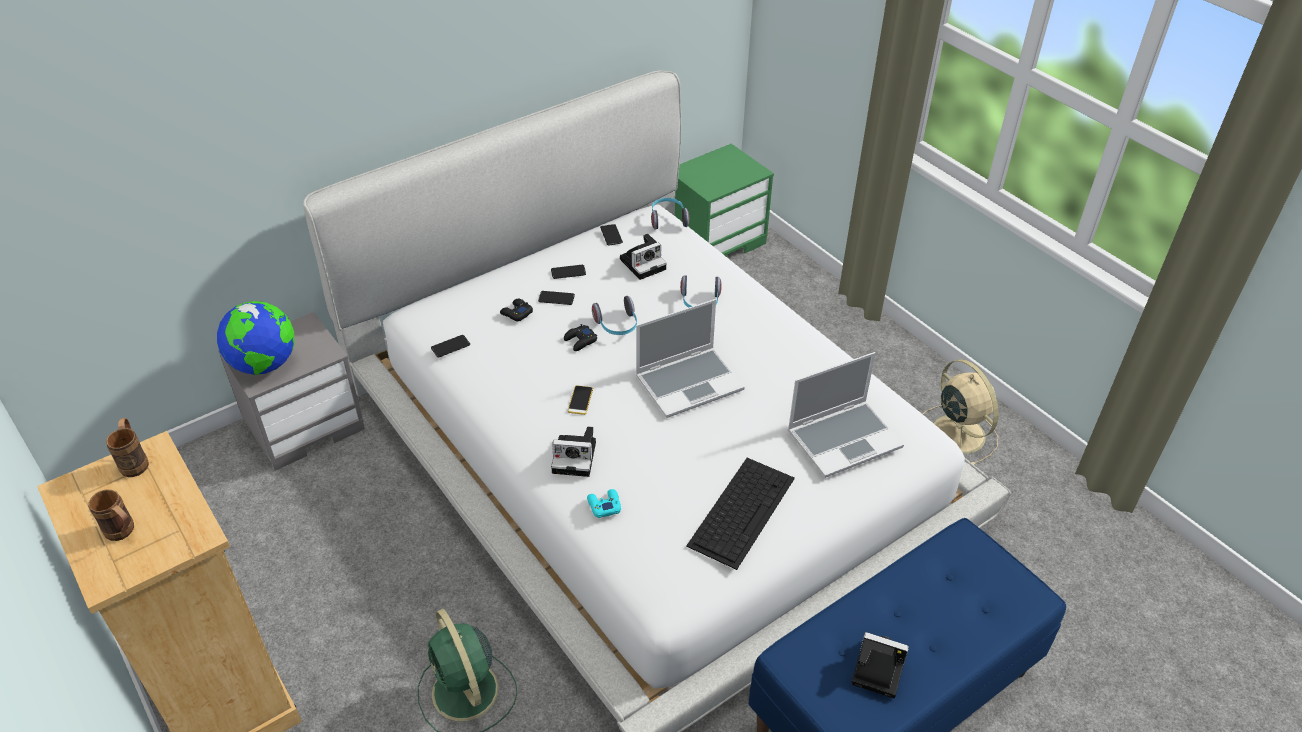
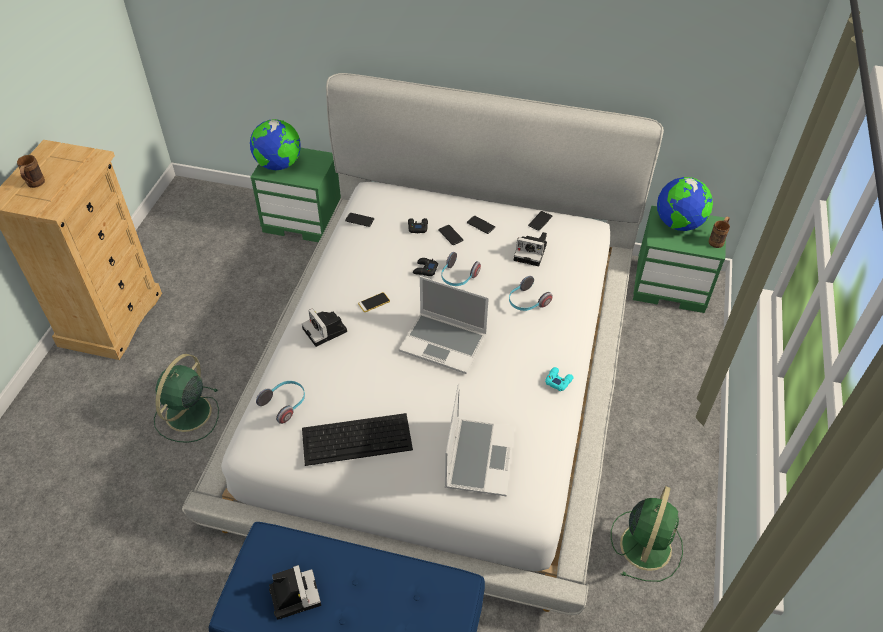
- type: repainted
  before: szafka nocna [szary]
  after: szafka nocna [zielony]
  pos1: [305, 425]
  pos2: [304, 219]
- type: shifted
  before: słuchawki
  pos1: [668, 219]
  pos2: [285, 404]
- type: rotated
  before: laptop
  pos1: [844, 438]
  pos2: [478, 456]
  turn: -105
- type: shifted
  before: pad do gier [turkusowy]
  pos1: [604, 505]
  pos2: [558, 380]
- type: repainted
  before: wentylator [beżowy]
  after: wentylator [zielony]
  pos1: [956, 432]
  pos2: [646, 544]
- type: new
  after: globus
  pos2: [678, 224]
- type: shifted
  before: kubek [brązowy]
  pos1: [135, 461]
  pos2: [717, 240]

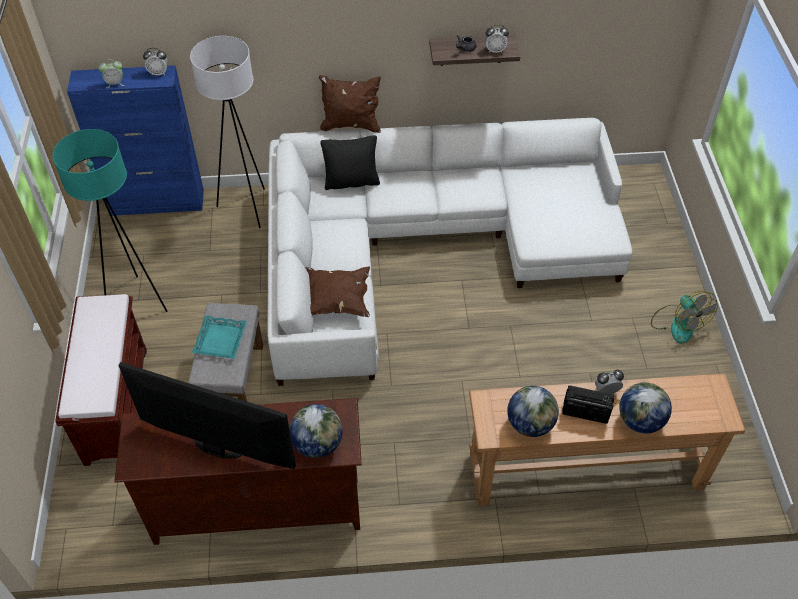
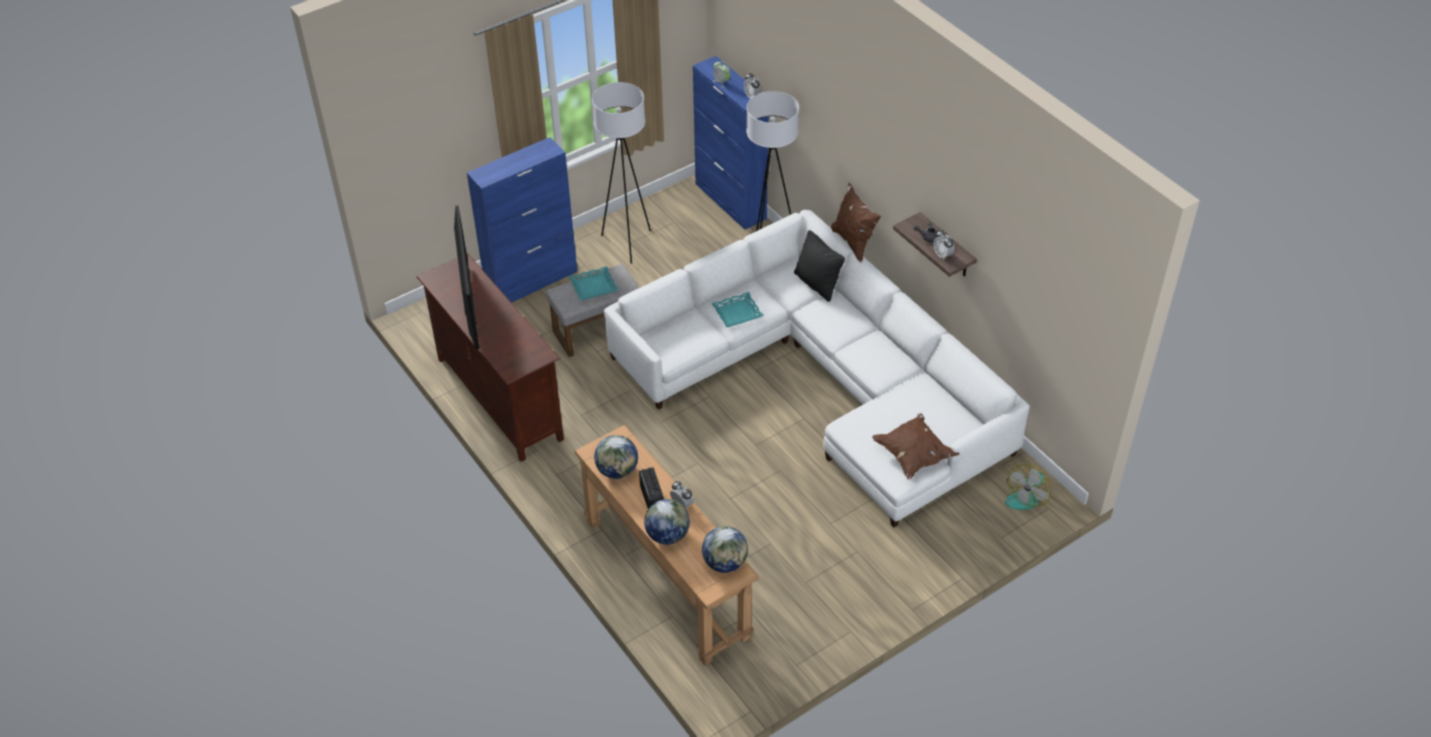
- type: swapped
  before: ławka [brązowy]
  after: szafka [niebieski]
  pos1: [116, 404]
  pos2: [532, 281]
- type: repainted
  before: lampa stojąca [turkusowy]
  after: lampa stojąca [biały]
  pos1: [137, 301]
  pos2: [627, 243]
- type: shifted
  before: globus
  pos1: [317, 444]
  pos2: [725, 563]
- type: new
  after: taca [turkusowy]
  pos2: [737, 313]
- type: shifted
  before: poduszka [brązowy]
  pos1: [336, 301]
  pos2: [913, 455]
- type: shifted
  before: wentylator
  pos1: [678, 323]
  pos2: [1026, 496]

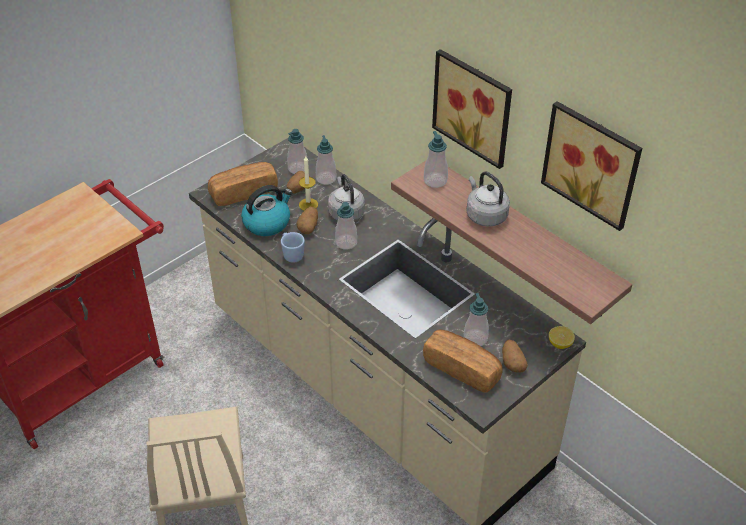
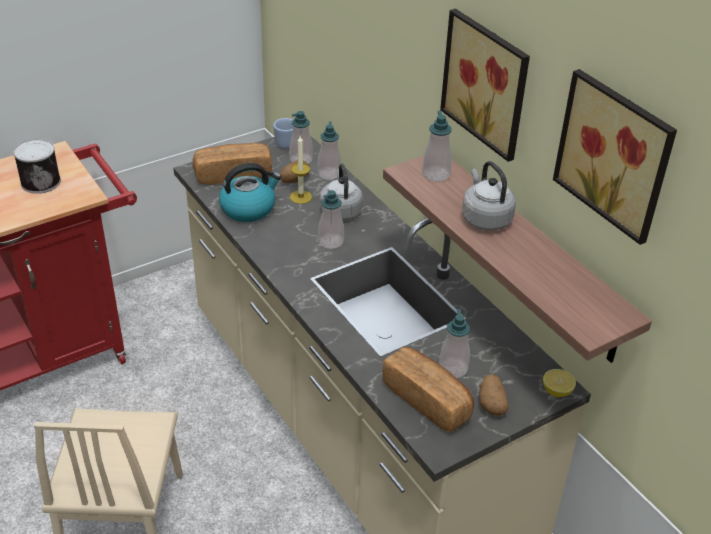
- type: new
  after: puszka
  pos2: [41, 181]
- type: shifted
  before: kubek [niebieski]
  pos1: [291, 254]
  pos2: [284, 142]
- type: gone
  before: ziemniak
  pos1: [308, 227]

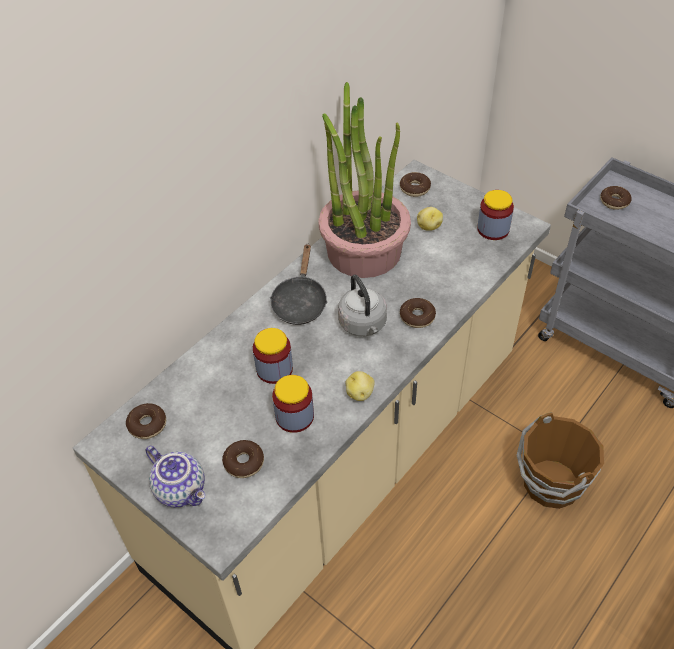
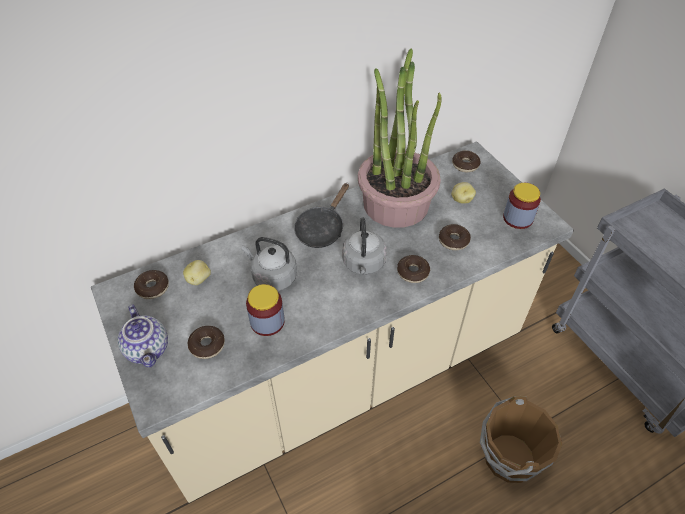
- type: shifted
  before: ziemniak
  pos1: [360, 393]
  pos2: [199, 279]
- type: swapped
  before: słoik
  after: czajnik [szary]
  pos1: [274, 369]
  pos2: [272, 277]
- type: shifted
  before: donut
  pos1: [614, 201]
  pos2: [453, 241]

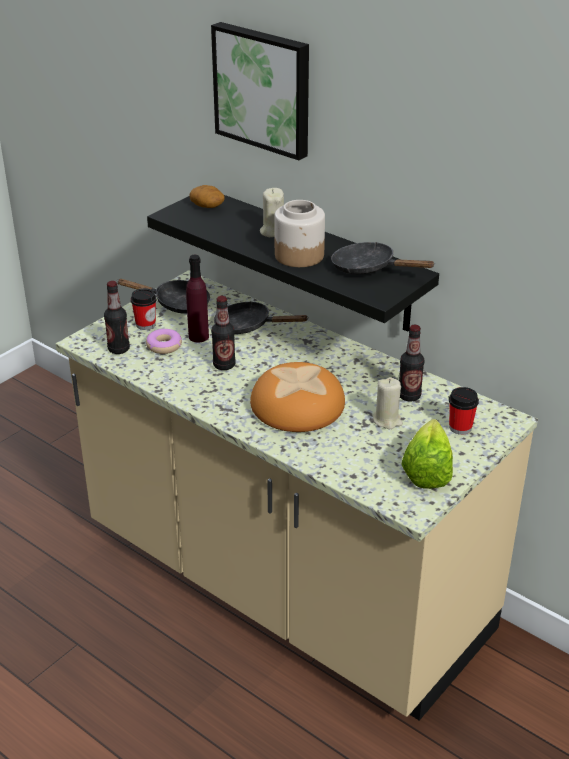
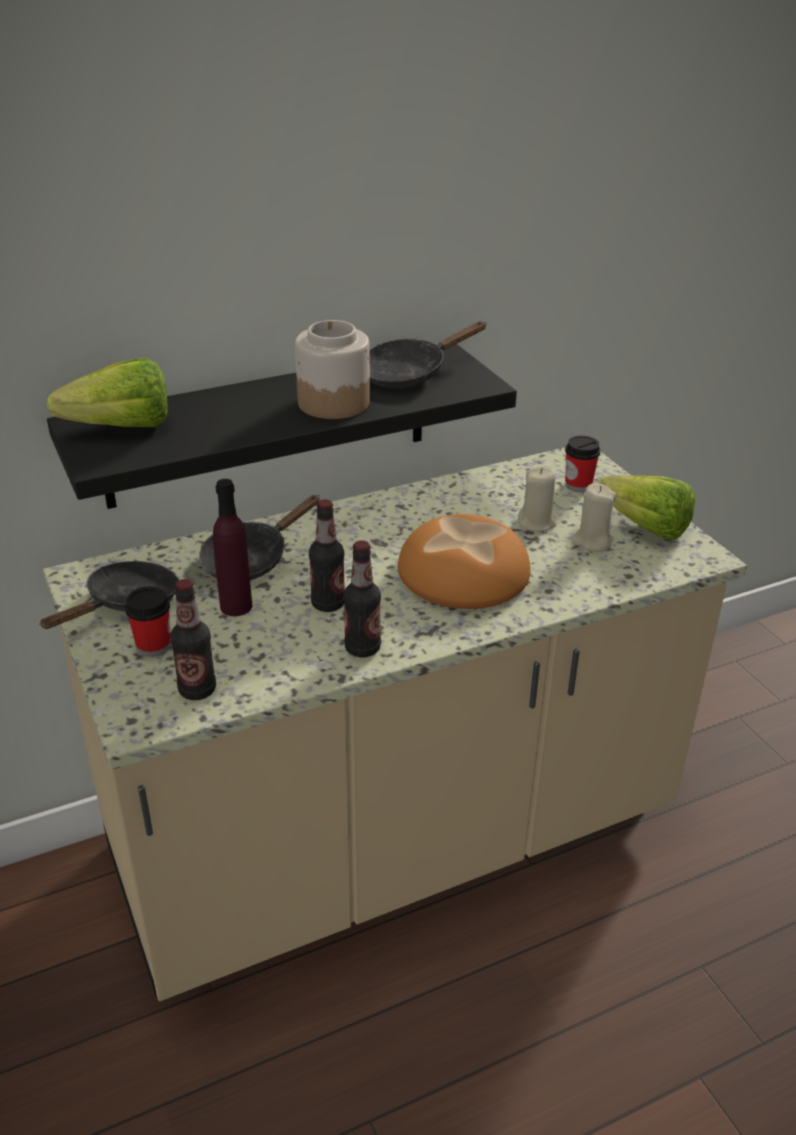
- type: swapped
  before: ziemniak
  after: sałata
  pos1: [208, 206]
  pos2: [112, 428]
- type: shifted
  before: butelka
  pos1: [409, 396]
  pos2: [362, 648]
- type: shifted
  before: świeca [beżowy]
  pos1: [273, 231]
  pos2: [592, 542]
- type: gone
  before: donut
  pos1: [164, 346]
- type: gone
  before: obraz
  pos1: [264, 89]

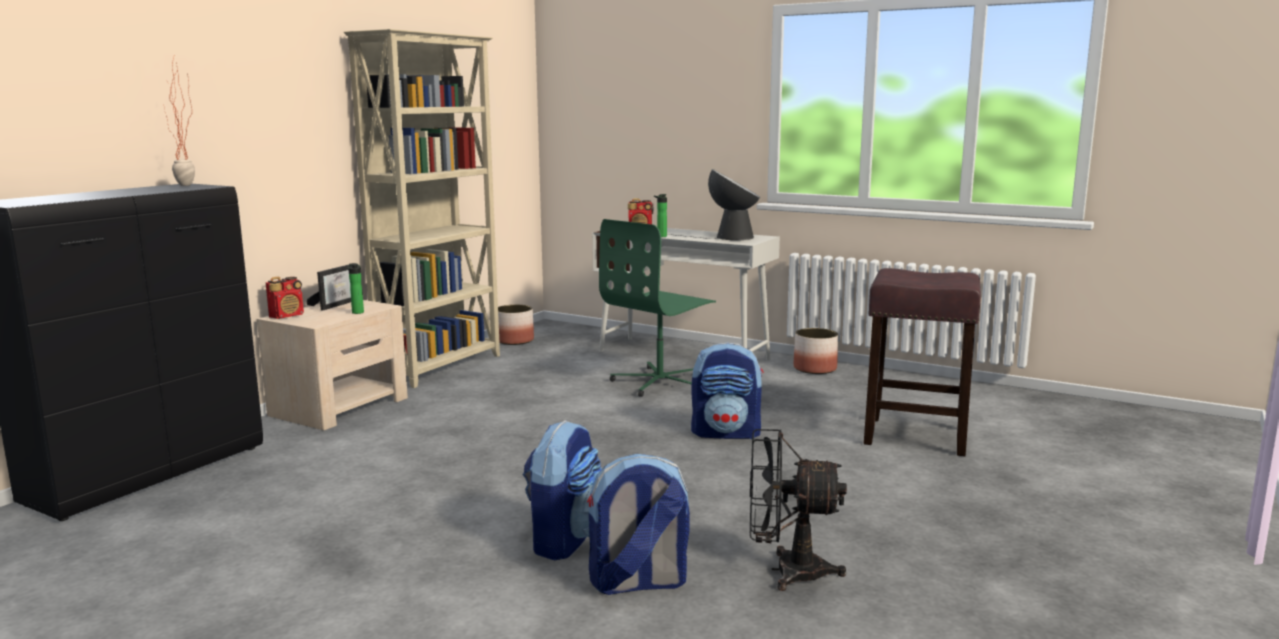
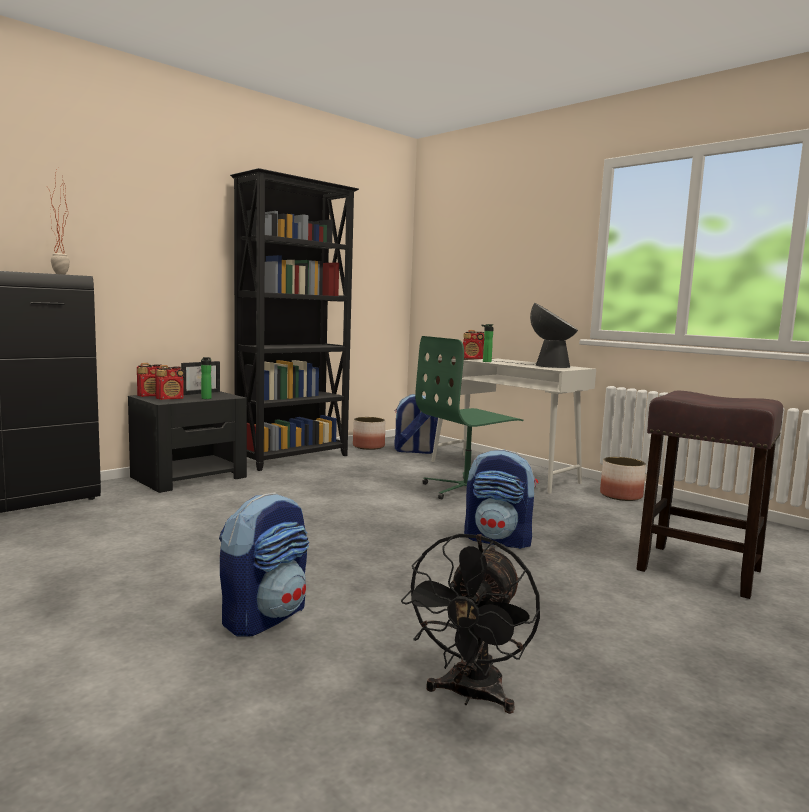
- type: repainted
  before: szafka nocna [beżowy]
  after: szafka nocna [czarny]
  pos1: [340, 406]
  pos2: [190, 477]
- type: new
  after: radio
  pos2: [170, 399]
- type: repainted
  before: regał [beżowy]
  after: regał [czarny]
  pos1: [441, 367]
  pos2: [294, 458]
- type: shifted
  before: plecak
  pos1: [638, 583]
  pos2: [414, 451]
- type: rotated
  before: wentylator [czarny]
  pos1: [786, 571]
  pos2: [470, 696]
  turn: -90

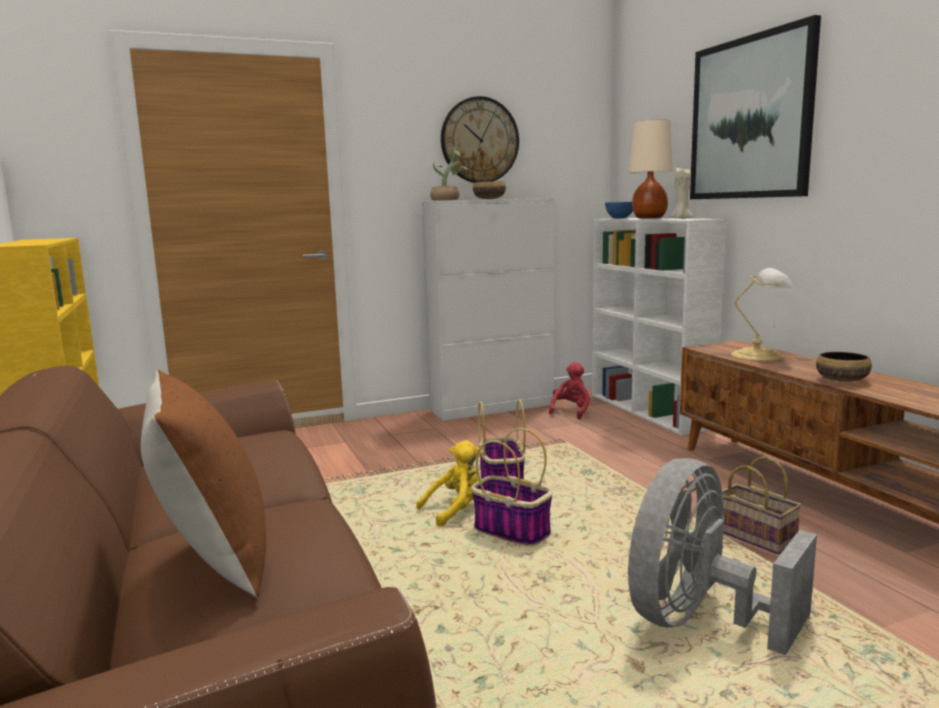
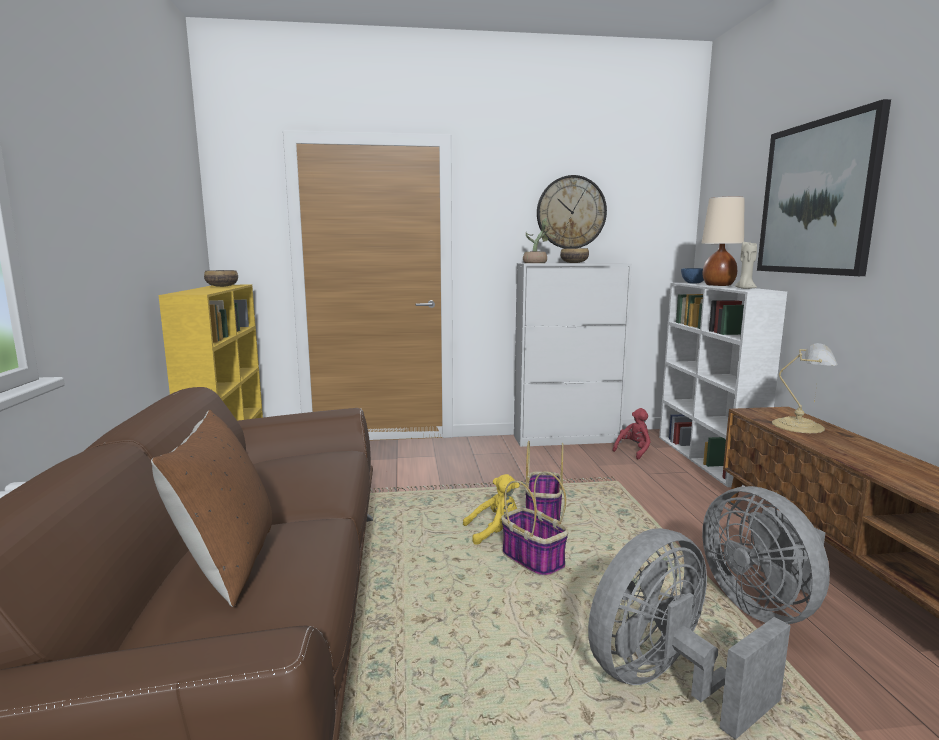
- type: shifted
  before: miska
  pos1: [841, 380]
  pos2: [221, 286]
- type: swapped
  before: koszyk
  after: wentylator [szary]
  pos1: [757, 537]
  pos2: [761, 605]

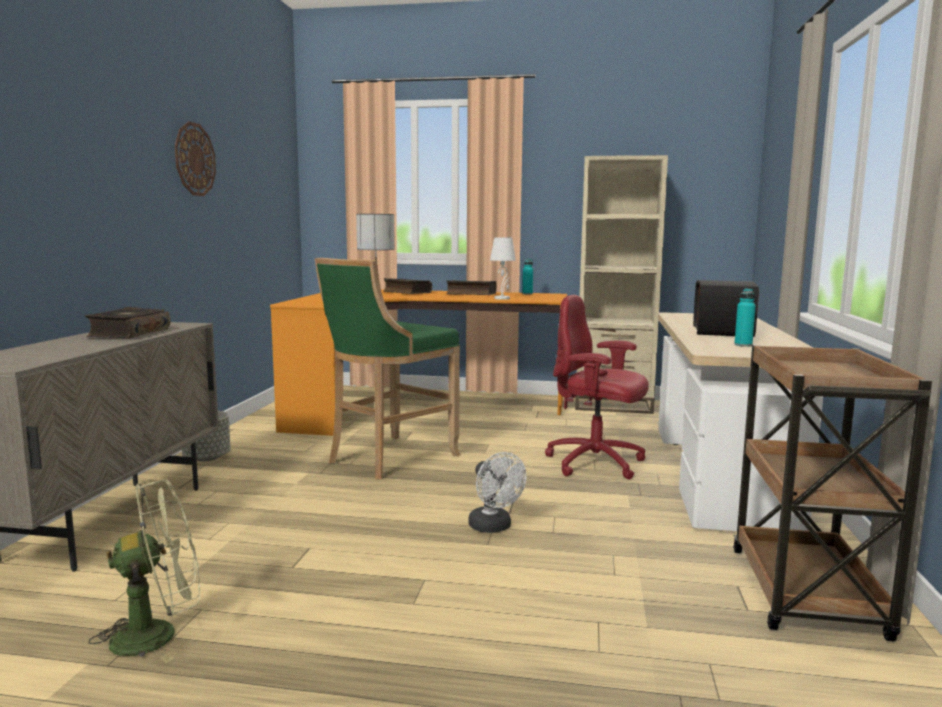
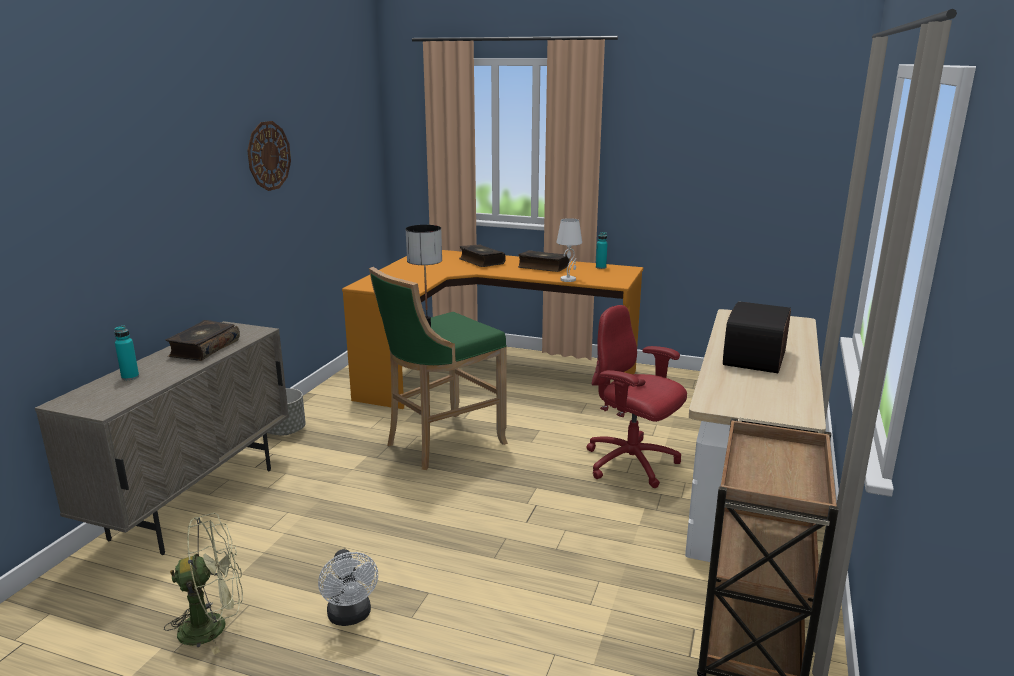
- type: shifted
  before: butelka [turkusowy]
  pos1: [743, 345]
  pos2: [130, 377]
- type: shifted
  before: wentylator [biały]
  pos1: [494, 527]
  pos2: [350, 617]
- type: gone
  before: regał [beżowy]
  pos1: [613, 405]

